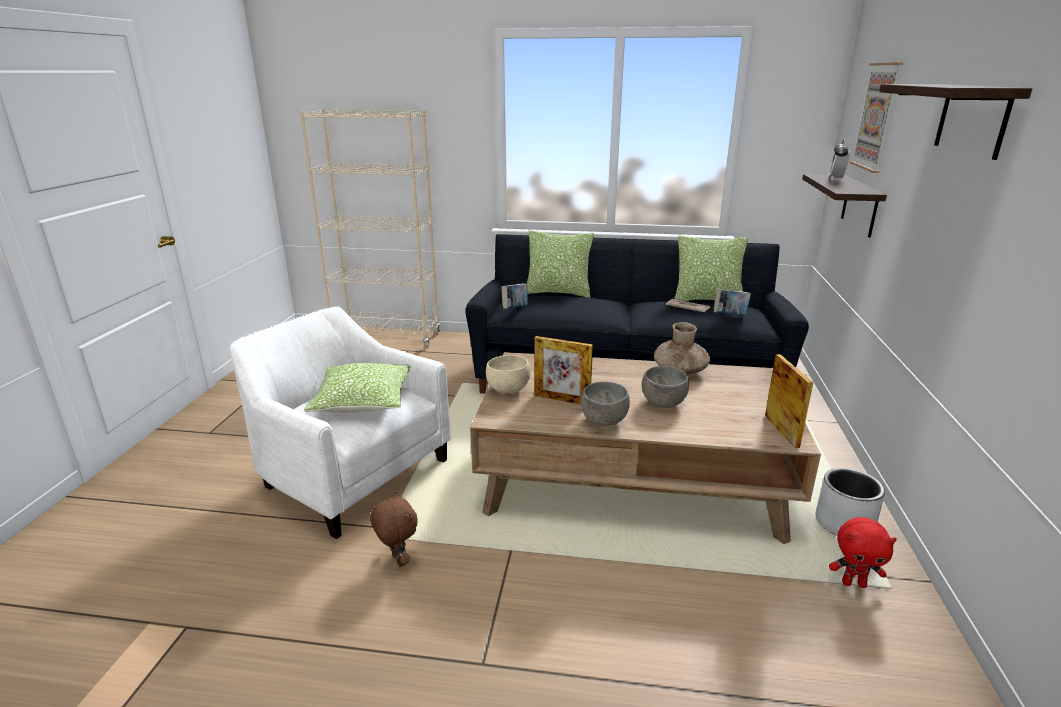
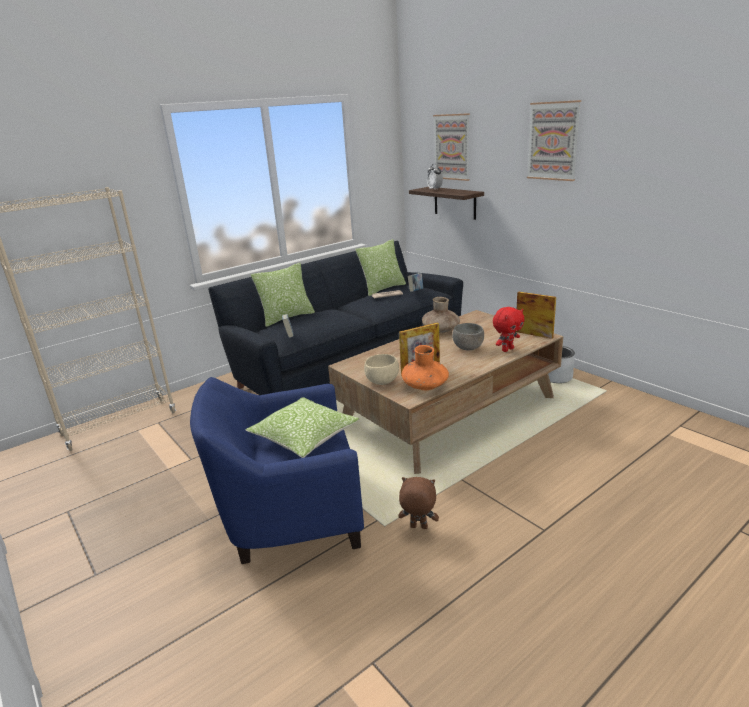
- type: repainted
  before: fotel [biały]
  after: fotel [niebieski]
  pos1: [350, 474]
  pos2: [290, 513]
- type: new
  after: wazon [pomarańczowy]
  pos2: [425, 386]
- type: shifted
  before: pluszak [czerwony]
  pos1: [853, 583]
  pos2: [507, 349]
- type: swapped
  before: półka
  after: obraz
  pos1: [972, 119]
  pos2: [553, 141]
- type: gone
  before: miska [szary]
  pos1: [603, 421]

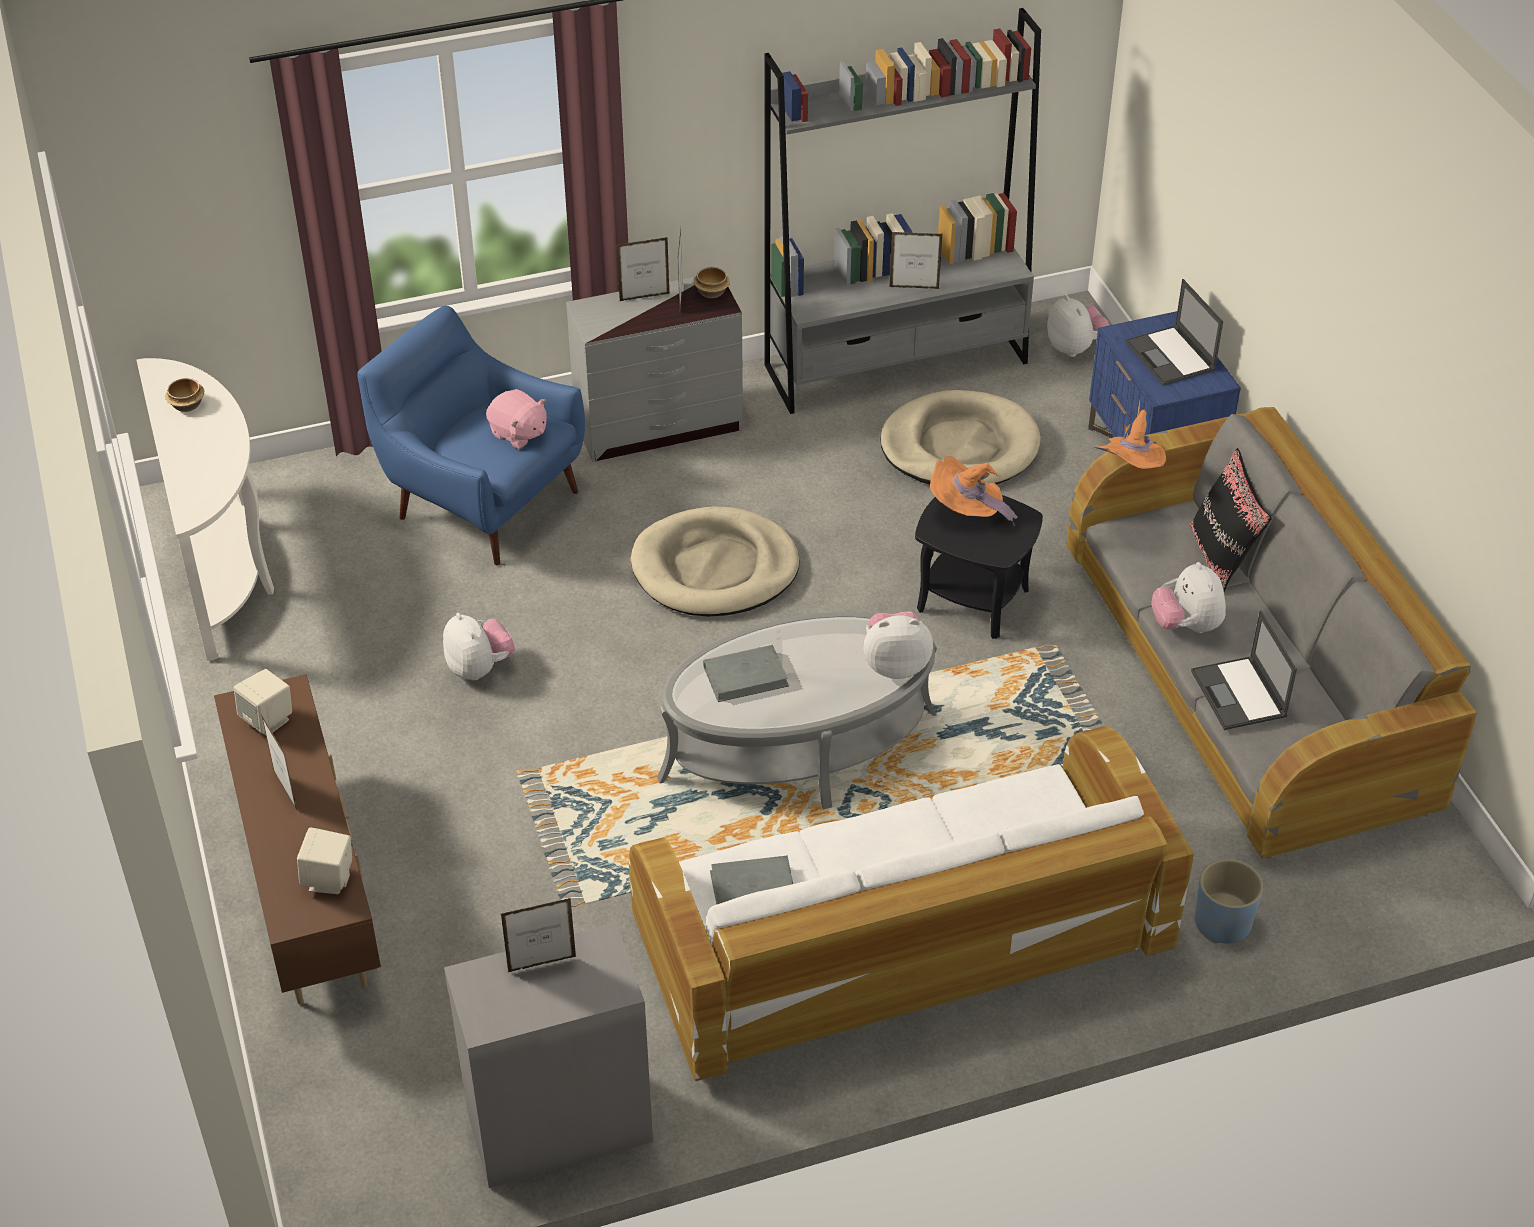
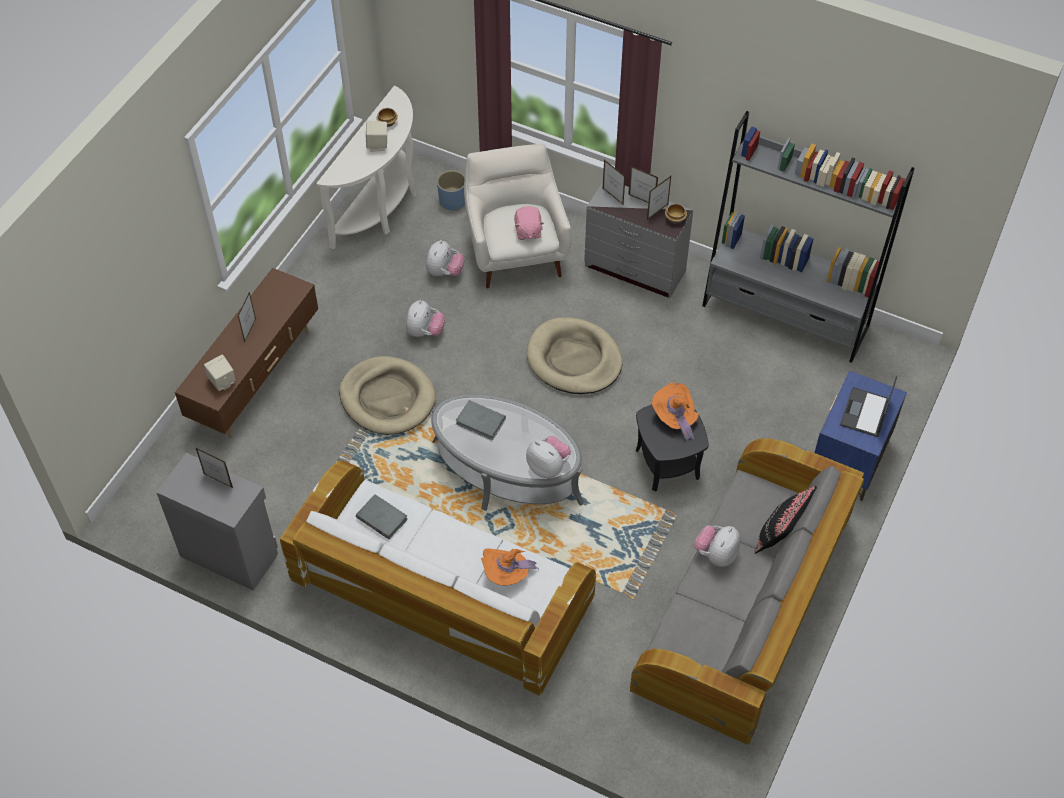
- type: shifted
  before: legowisko [beżowy]
  pos1: [959, 447]
  pos2: [387, 398]
- type: shifted
  before: głośnik [beżowy]
  pos1: [268, 720]
  pos2: [378, 145]
- type: shifted
  before: pluszak
  pos1: [1075, 348]
  pos2: [444, 272]
- type: shifted
  before: donica [niebieski]
  pos1: [1222, 923]
  pos2: [452, 201]
- type: repainted
  before: fotel [niebieski]
  after: fotel [biały]
  pos1: [481, 501]
  pos2: [516, 251]
- type: shifted
  before: kapelusz [pomarańczowy]
  pos1: [1131, 471]
  pos2: [507, 574]
- type: shifted
  before: ramka na zdjęcie
  pos1: [914, 288]
  pos2: [613, 196]
- type: gone
  before: laptop
  pos1: [1239, 695]

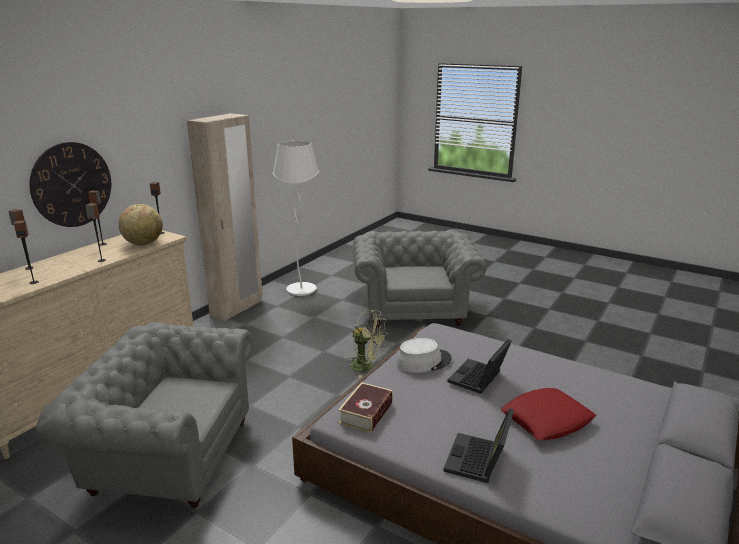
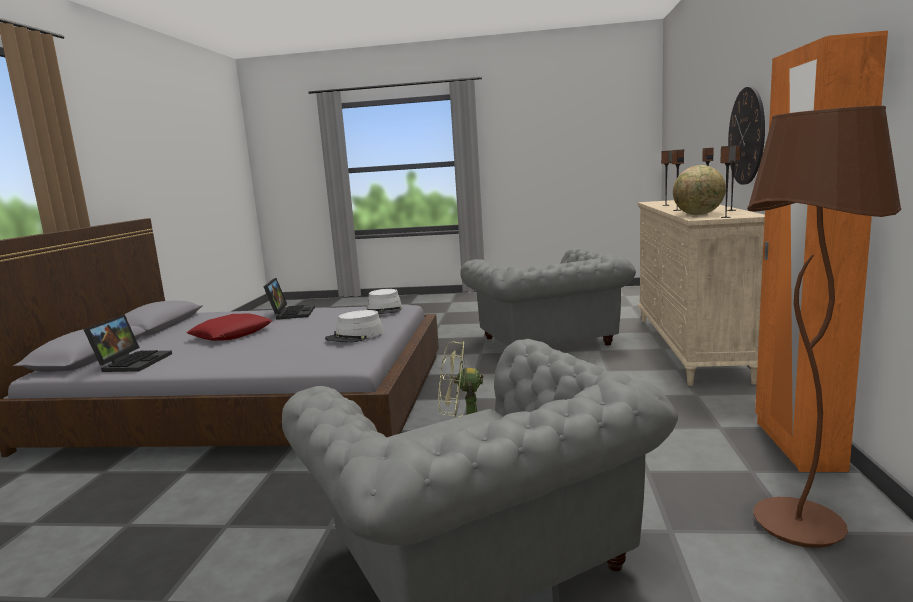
- type: shifted
  before: laptop
  pos1: [479, 379]
  pos2: [133, 362]
- type: swapped
  before: książka
  after: kapelusz [szary]
  pos1: [366, 413]
  pos2: [384, 310]
- type: rotated
  before: fotel [szary]
  pos1: [166, 455]
  pos2: [548, 343]
  turn: 90
- type: repainted
  before: lampa stojąca [biały]
  after: lampa stojąca [brązowy]
  pos1: [301, 290]
  pos2: [798, 526]
- type: repainted
  before: szafa [beżowy]
  after: szafa [pomarańczowy]
  pos1: [237, 308]
  pos2: [797, 445]

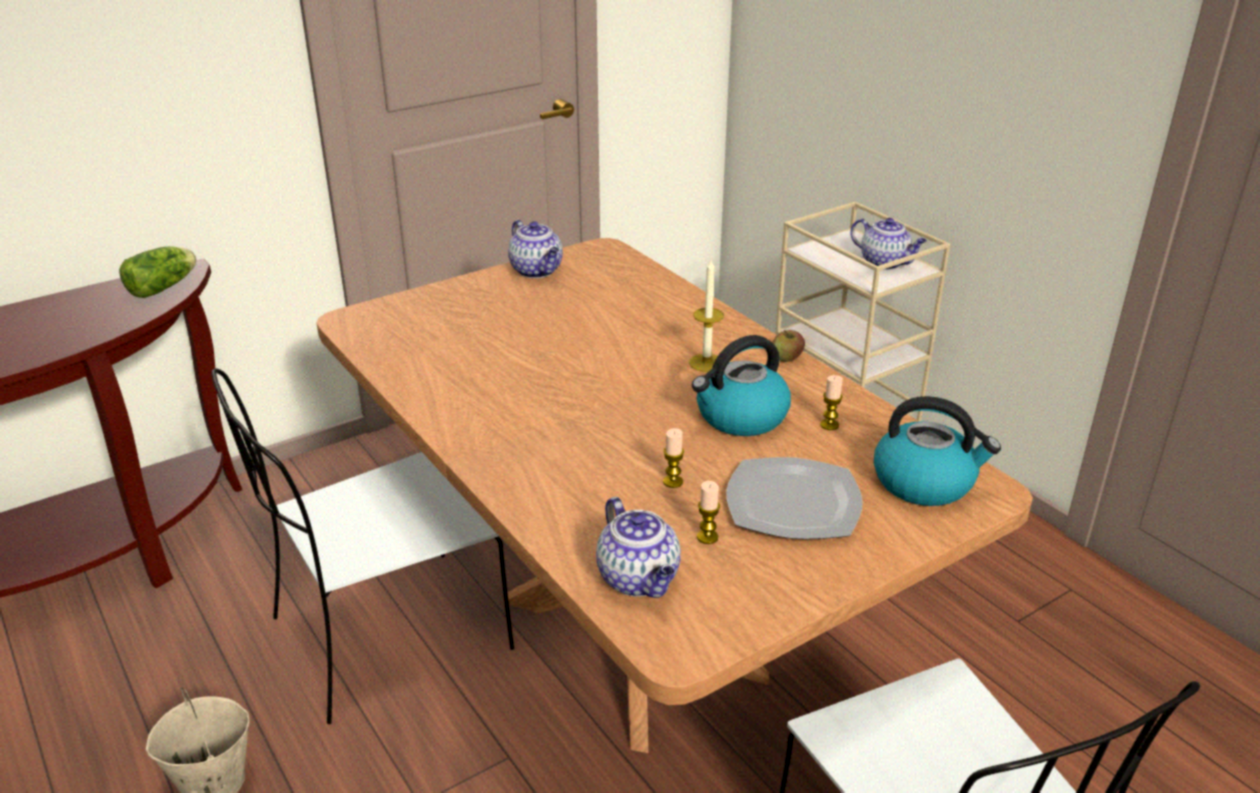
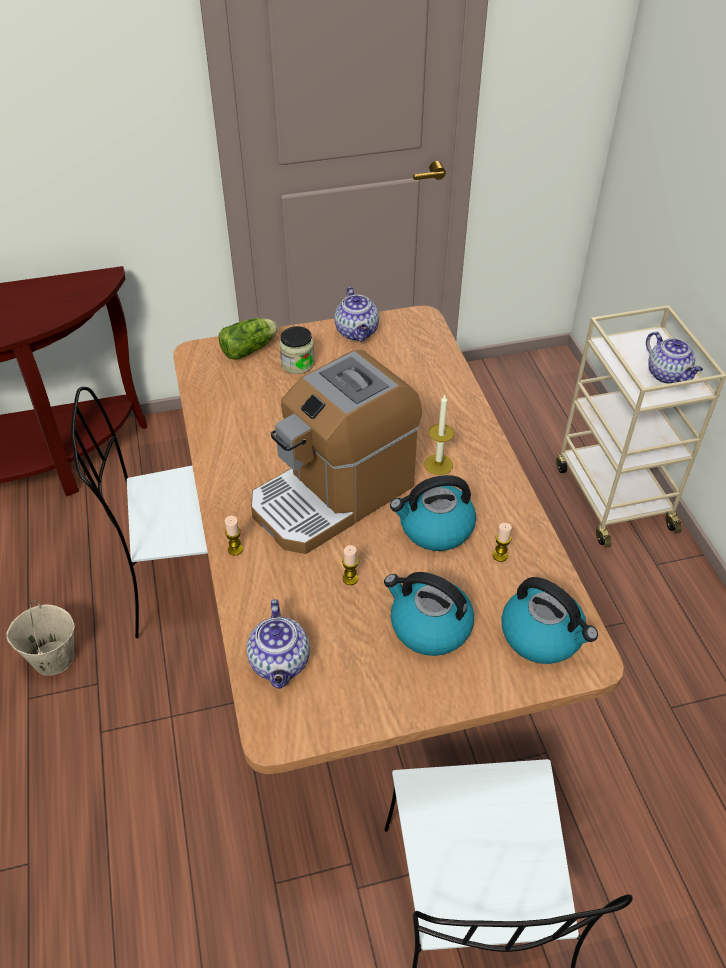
- type: shifted
  before: sałata
  pos1: [165, 287]
  pos2: [251, 349]
- type: shifted
  before: świeca
  pos1: [707, 537]
  pos2: [235, 549]
- type: new
  after: ekspres do kawy
  pos2: [333, 495]
- type: new
  after: słoik
  pos2: [298, 364]
- type: swapped
  before: talerz
  after: czajnik
  pos1: [794, 503]
  pos2: [429, 626]
- type: gone
  before: jabłko
  pos1: [787, 358]

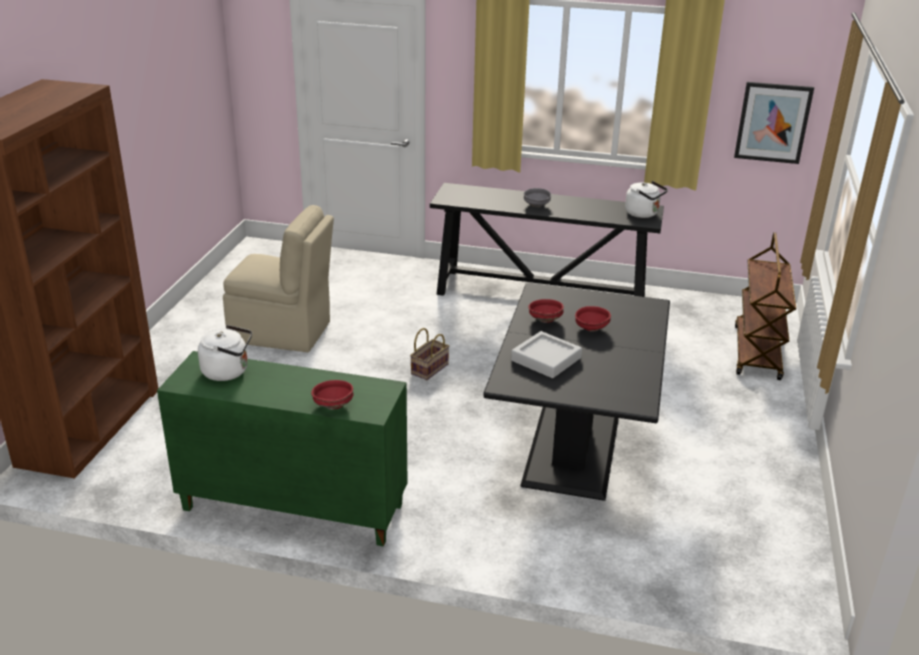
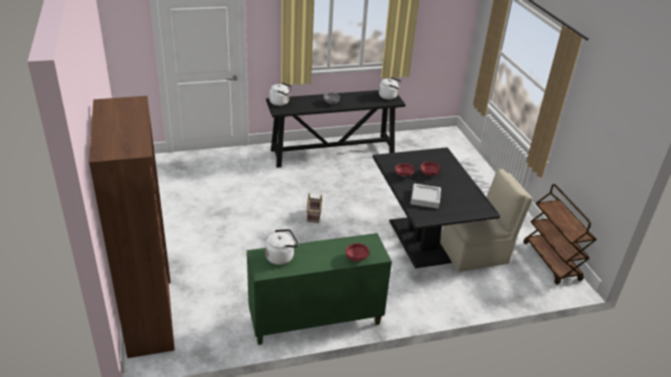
- type: new
  after: czajnik [biały]
  pos2: [280, 102]
- type: shifted
  before: krzesło [beżowy]
  pos1: [283, 332]
  pos2: [476, 254]
- type: shifted
  before: wózek [brązowy]
  pos1: [757, 353]
  pos2: [552, 261]
- type: gone
  before: obraz
  pos1: [773, 122]

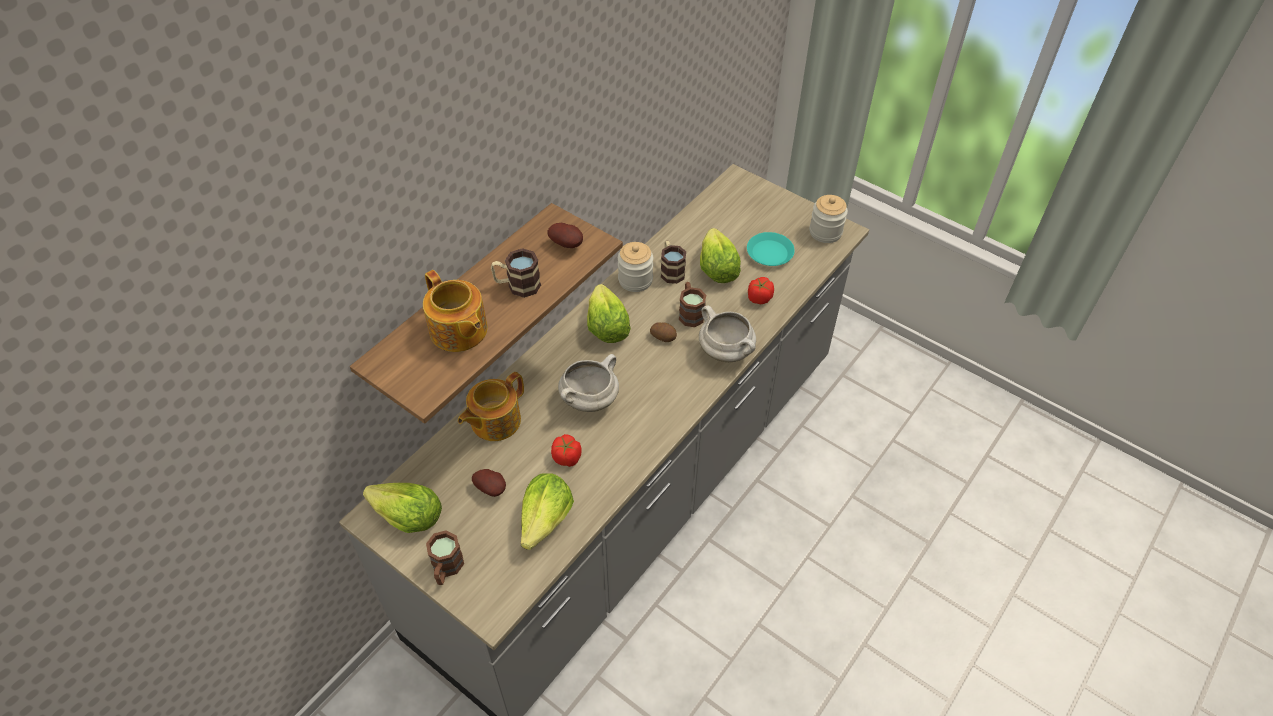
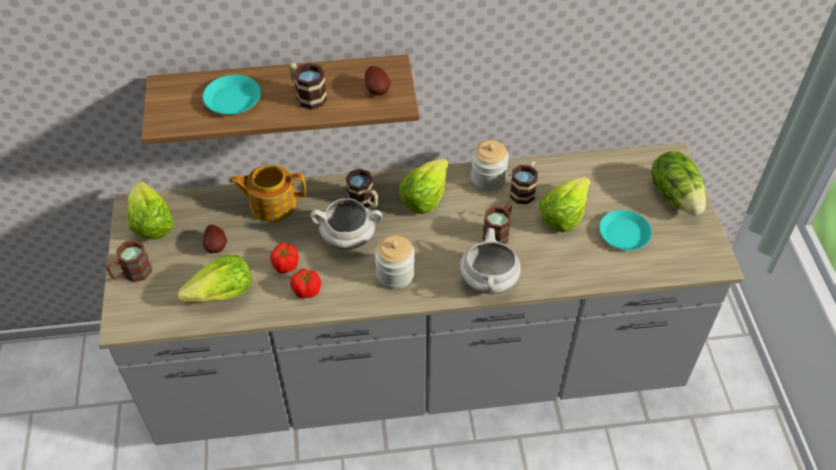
- type: swapped
  before: imbryk
  after: talerz [turkusowy]
  pos1: [458, 331]
  pos2: [232, 99]
- type: shifted
  before: pomidor
  pos1: [759, 298]
  pos2: [306, 290]
- type: new
  after: kubek
  pos2: [364, 202]
- type: shifted
  before: słoik
  pos1: [825, 232]
  pos2: [395, 274]
- type: new
  after: sałata
  pos2: [675, 196]
- type: gone
  before: ziemniak
  pos1: [663, 336]

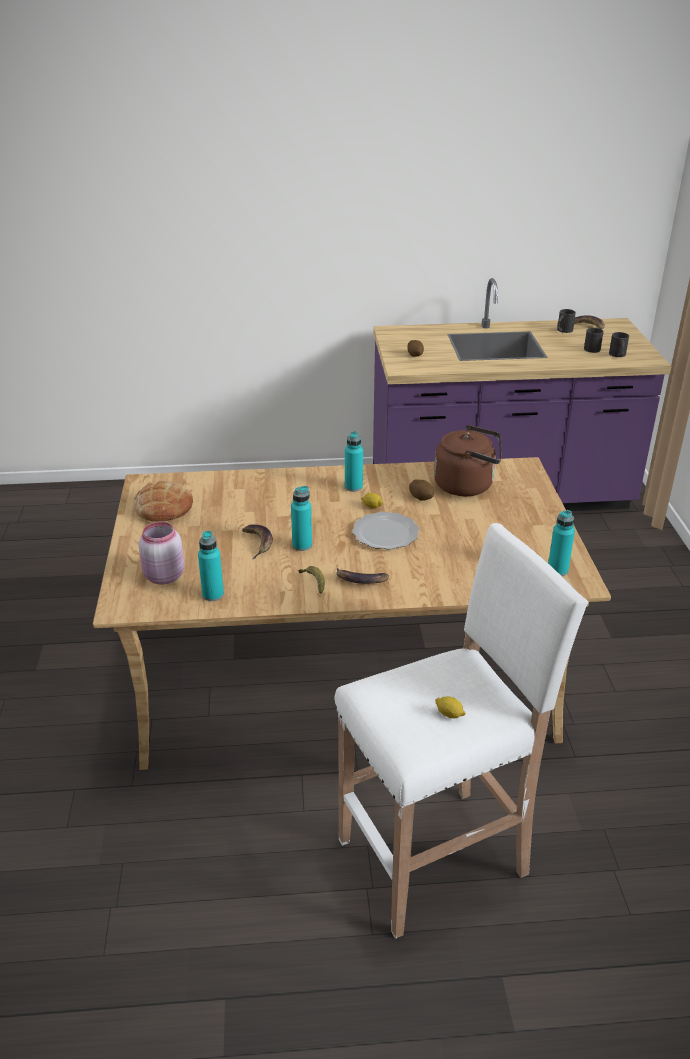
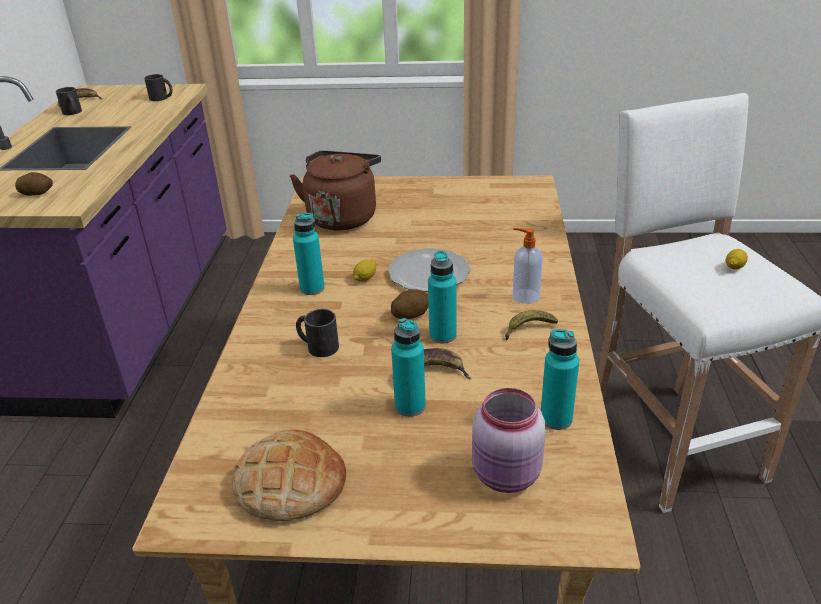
- type: shifted
  before: kubek [czarny]
  pos1: [592, 348]
  pos2: [317, 346]
- type: shifted
  before: ziemniak
  pos1: [421, 497]
  pos2: [411, 314]
- type: shifted
  before: butelka [turkusowy]
  pos1: [557, 570]
  pos2: [410, 406]
- type: swapped
  before: banan
  after: dozownik mydła
  pos1: [360, 580]
  pos2: [524, 296]

